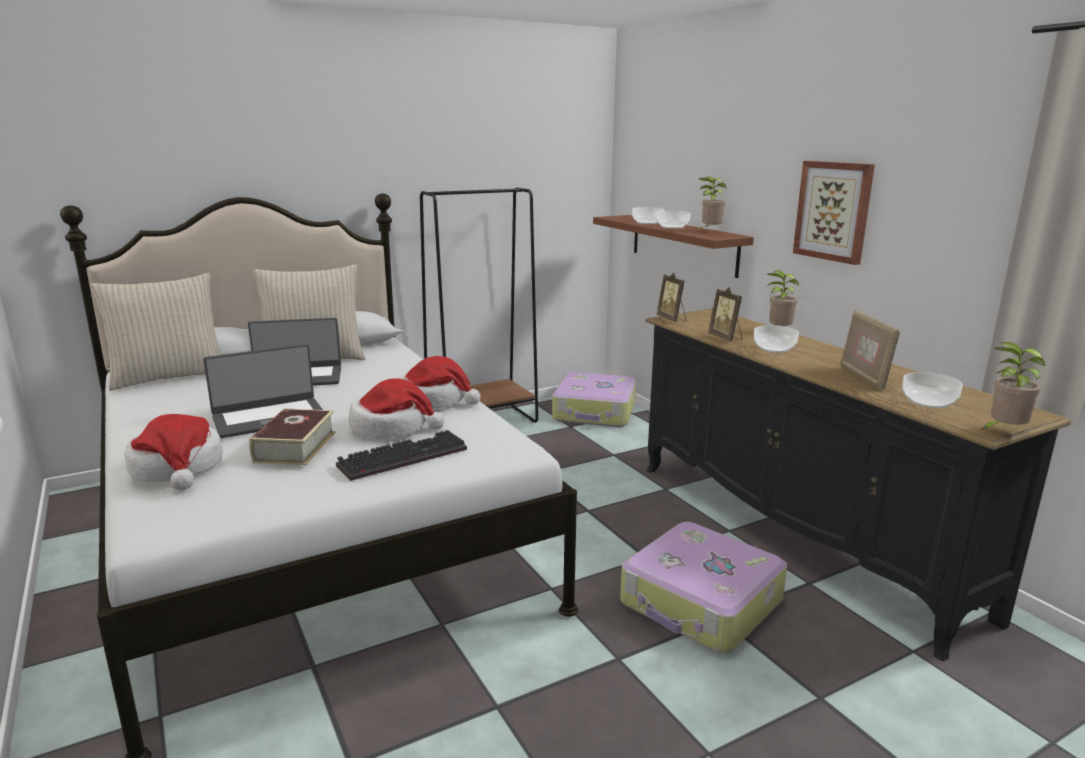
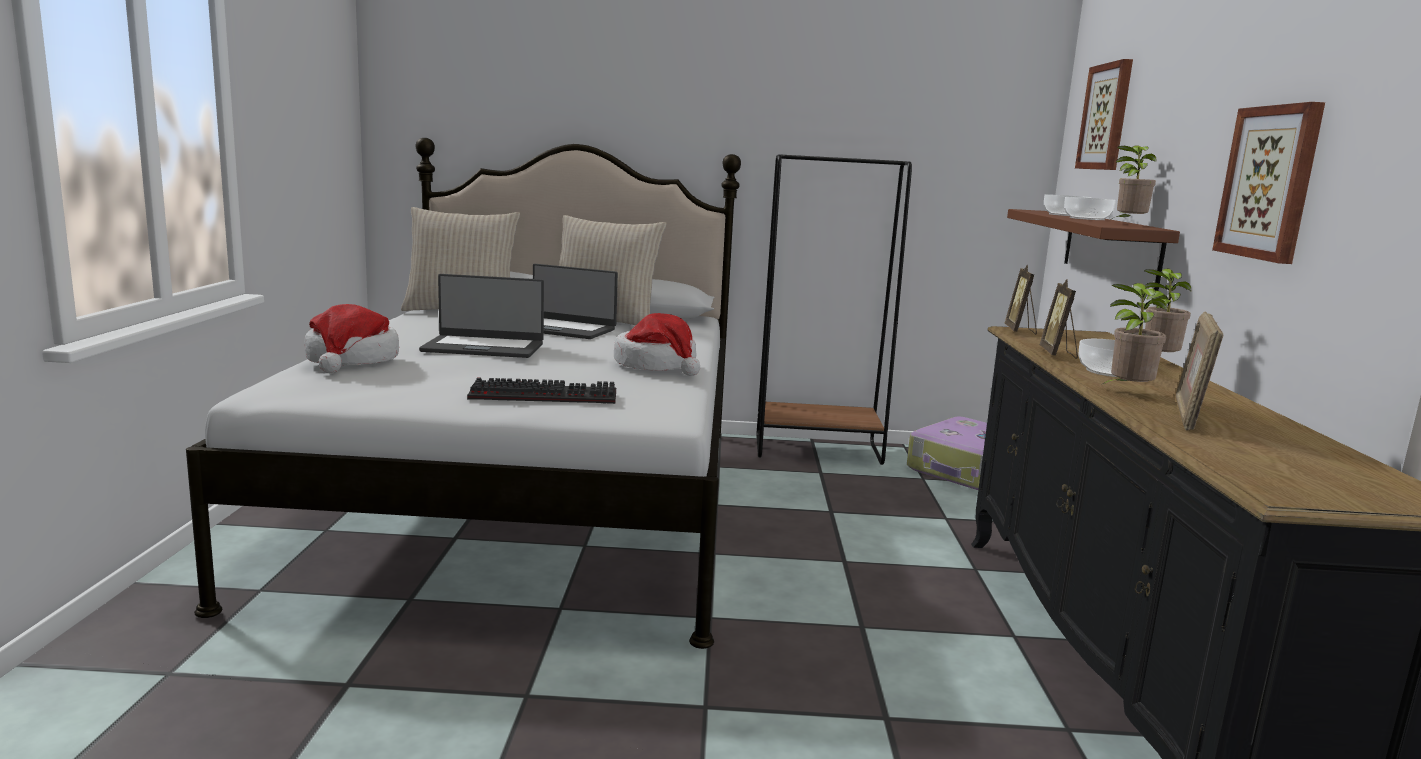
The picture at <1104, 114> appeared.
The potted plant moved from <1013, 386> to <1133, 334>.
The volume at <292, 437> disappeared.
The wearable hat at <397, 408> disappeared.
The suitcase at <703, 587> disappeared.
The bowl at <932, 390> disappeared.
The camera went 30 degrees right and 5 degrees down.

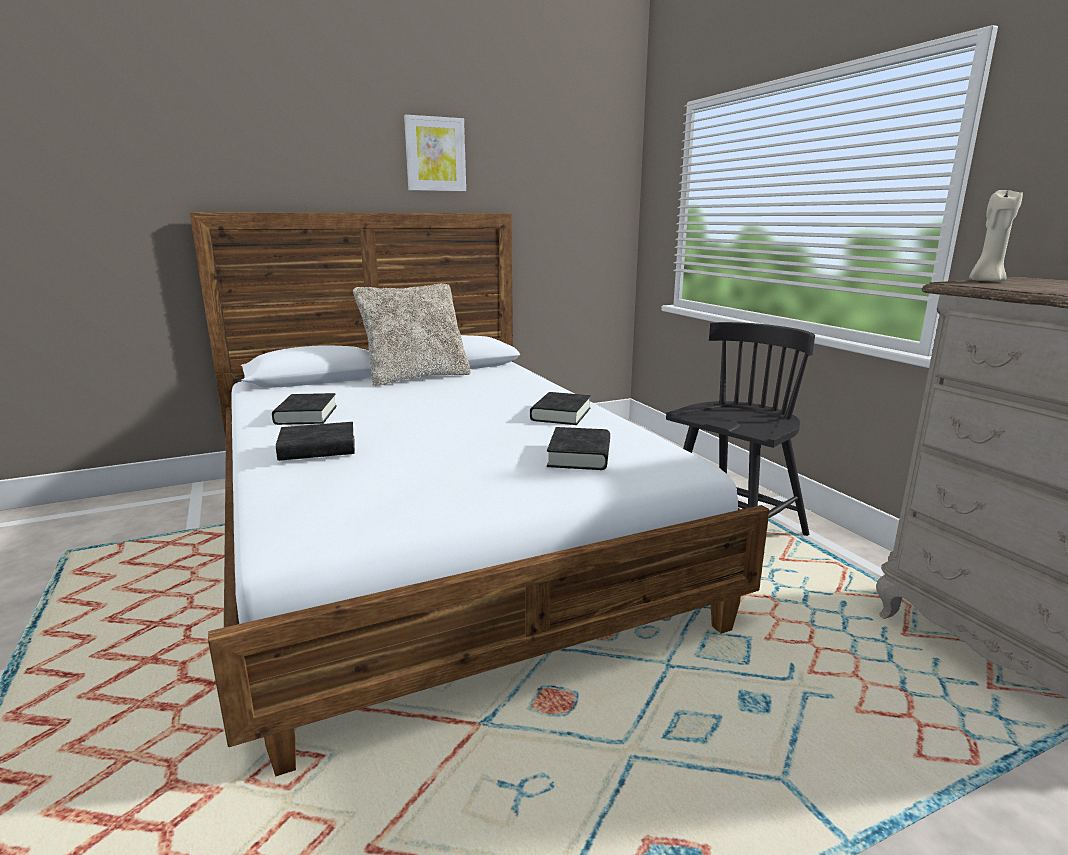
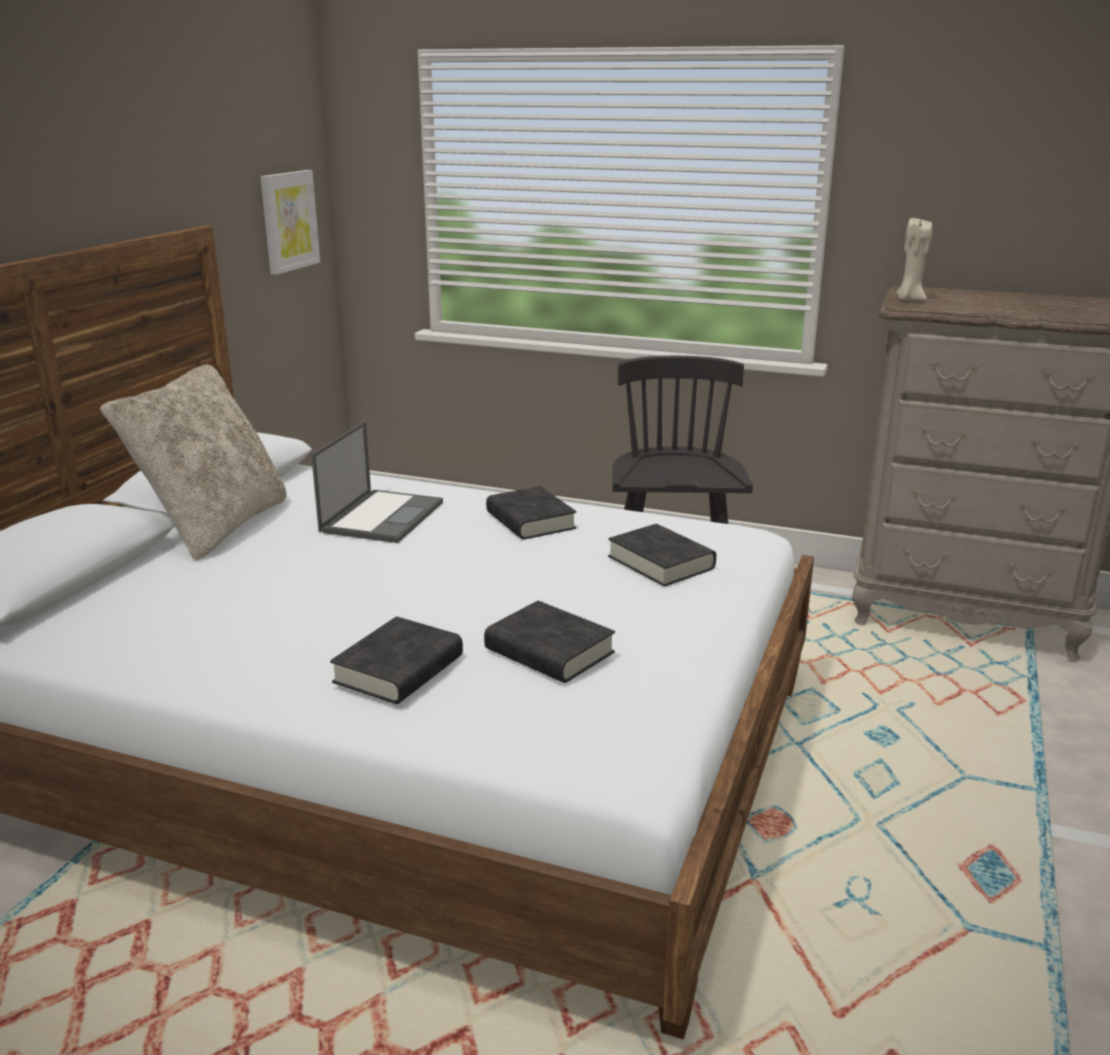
The picture moved from <435, 153> to <290, 222>.
The laptop at <377, 482> appeared.
The volume/black moved from <304, 409> to <549, 642>.
The camera went 45 degrees left and 5 degrees up.

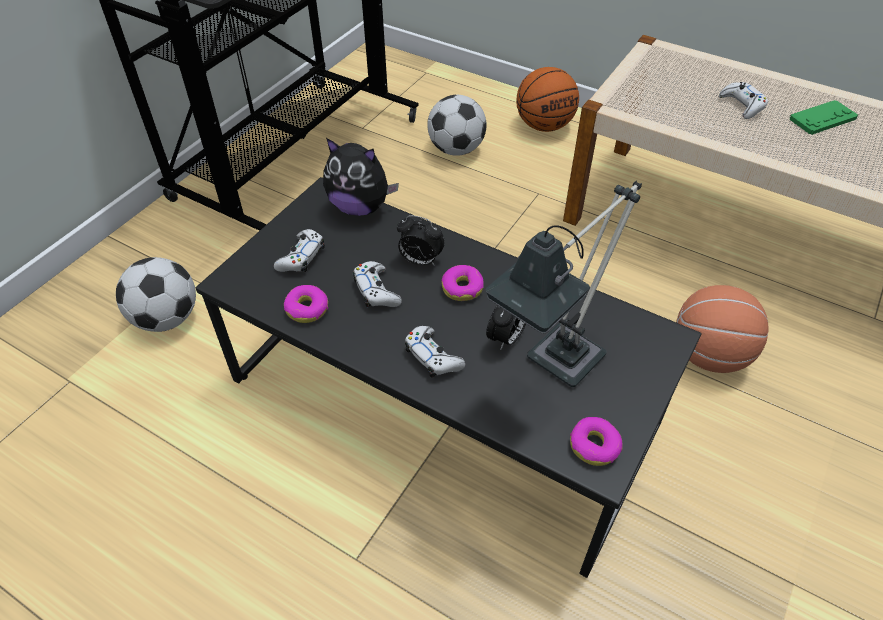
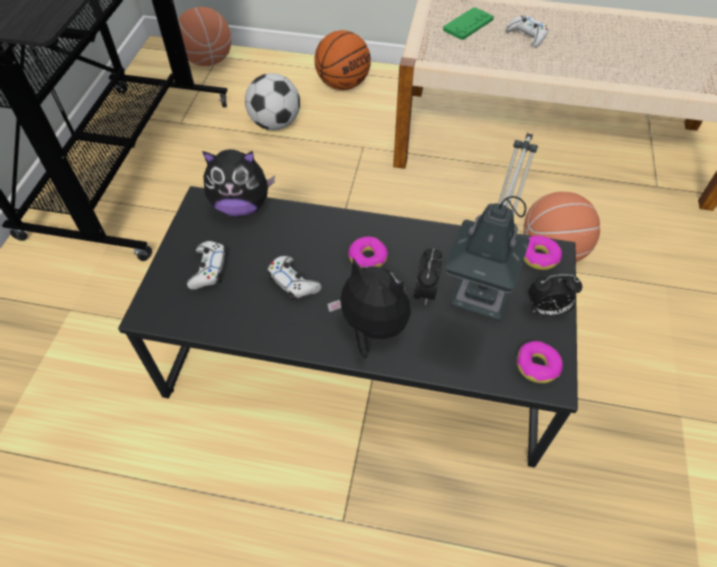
The basketball at <204, 36> appeared.
The game controller/white at <435, 352> was replaced by the cuddly toy at <369, 308>.
The game controller/green-coloured moved from <823, 117> to <468, 23>.
The donut moved from <306, 304> to <543, 252>.
The table clock moved from <421, 240> to <555, 295>.
The football ball at <156, 294> disappeared.
The camera went 20 degrees left and 5 degrees up.

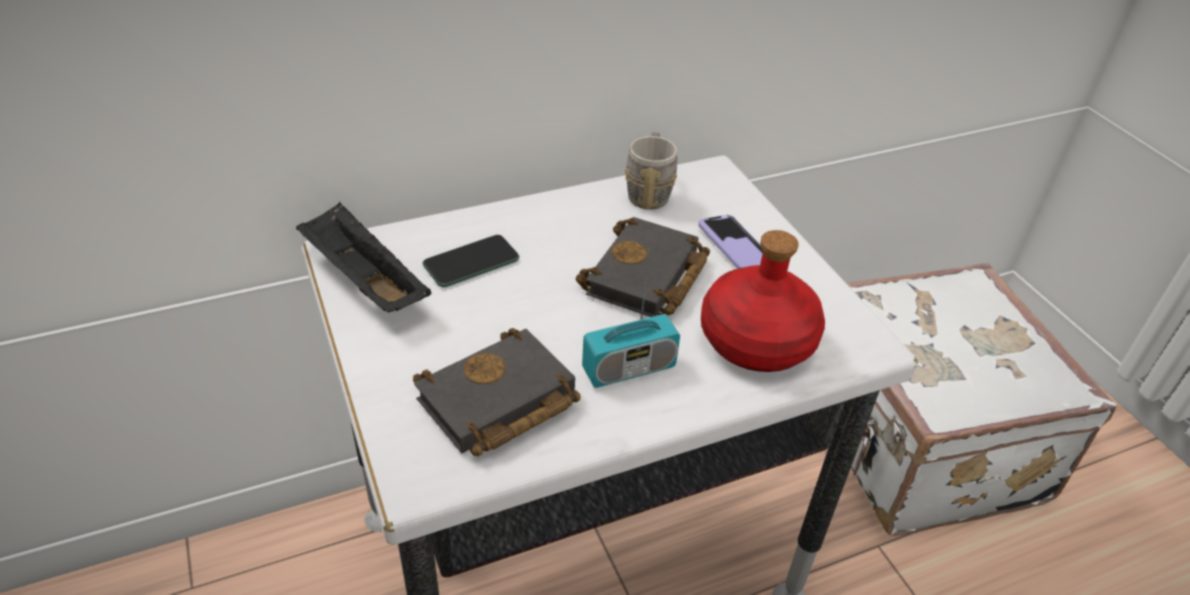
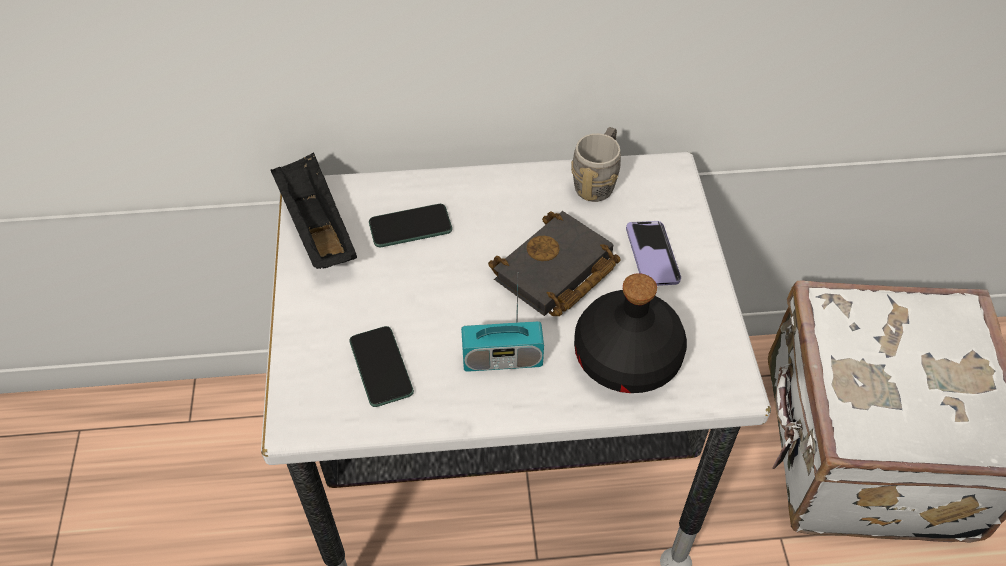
The volume/black at <497, 392> was replaced by the telephone at <381, 366>.
The drink bottle/red at <763, 301> became the drink bottle/black at <630, 333>.
The camera went 20 degrees right and 10 degrees up.

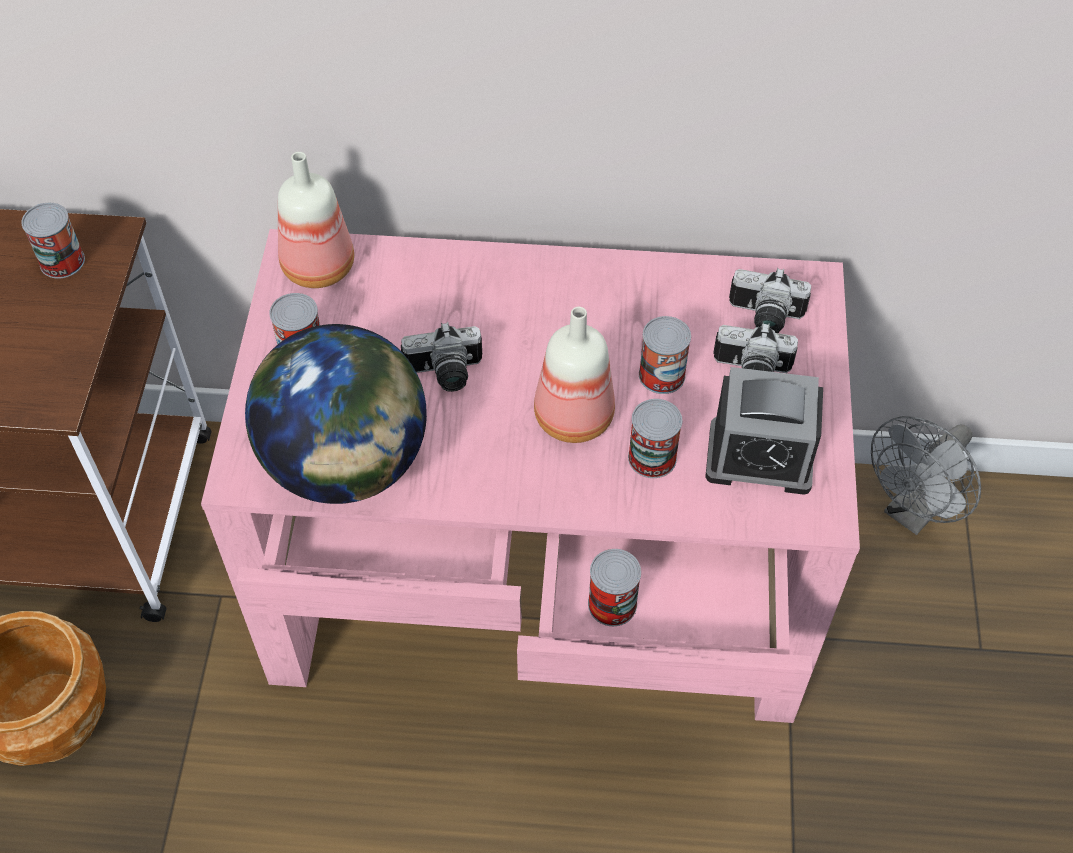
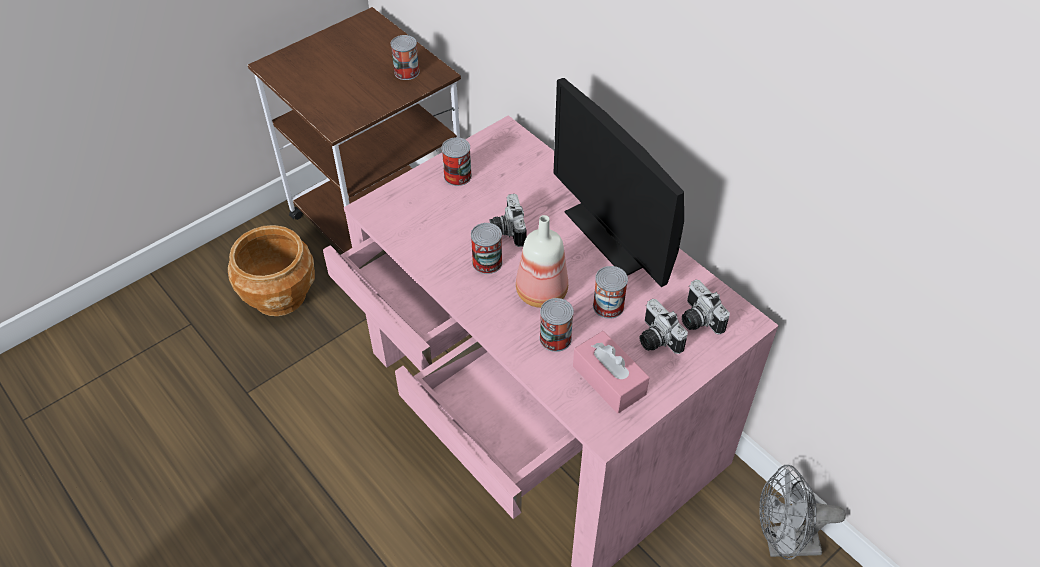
The metal can moved from <614, 587> to <487, 248>.
The photo camera at <441, 357> turned 45 degrees clockwise.
The computer screen at <618, 182> appeared.
The table clock at <764, 431> was replaced by the box of tissues/pink at <611, 372>.
The desk globe at <336, 414> disappeared.
The drink bottle at <316, 220> disappeared.
The camera went 45 degrees right and 5 degrees down.

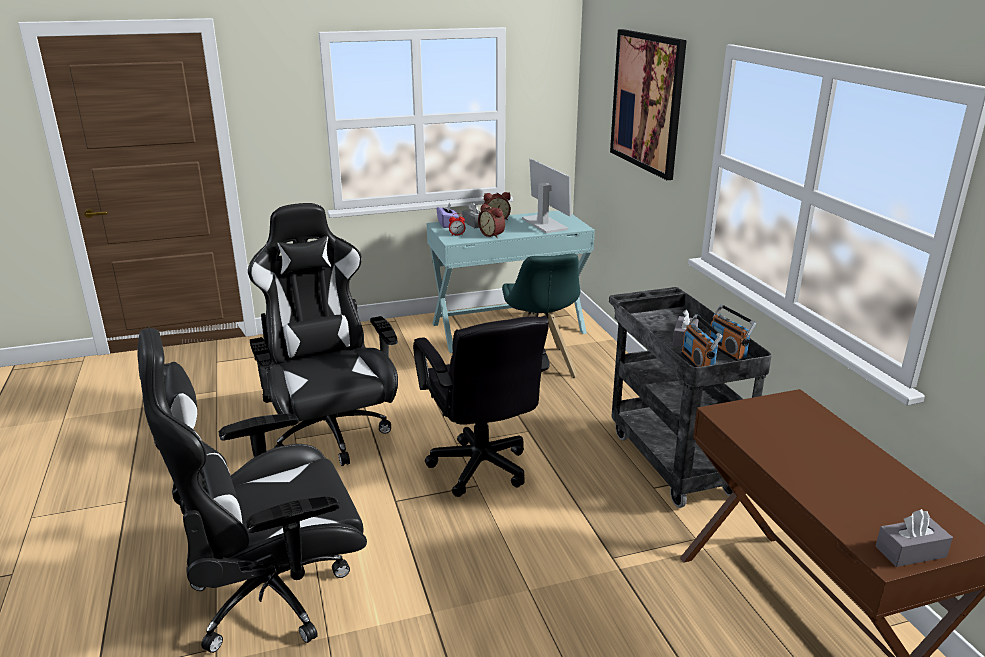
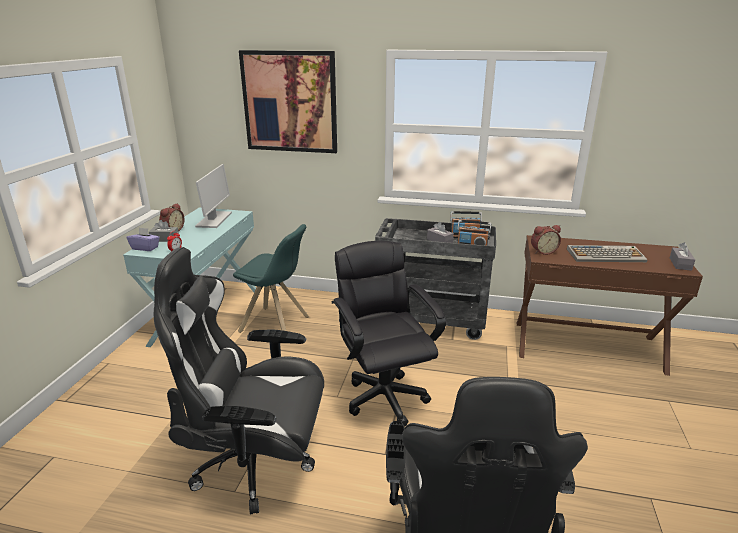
The computer screen at <547, 196> turned 90 degrees clockwise.
The office chair/black at <481, 406> turned 120 degrees counterclockwise.
The table clock moved from <491, 221> to <546, 240>.
The PC keyboard at <607, 253> appeared.
The camera went 60 degrees left and 0 degrees up.

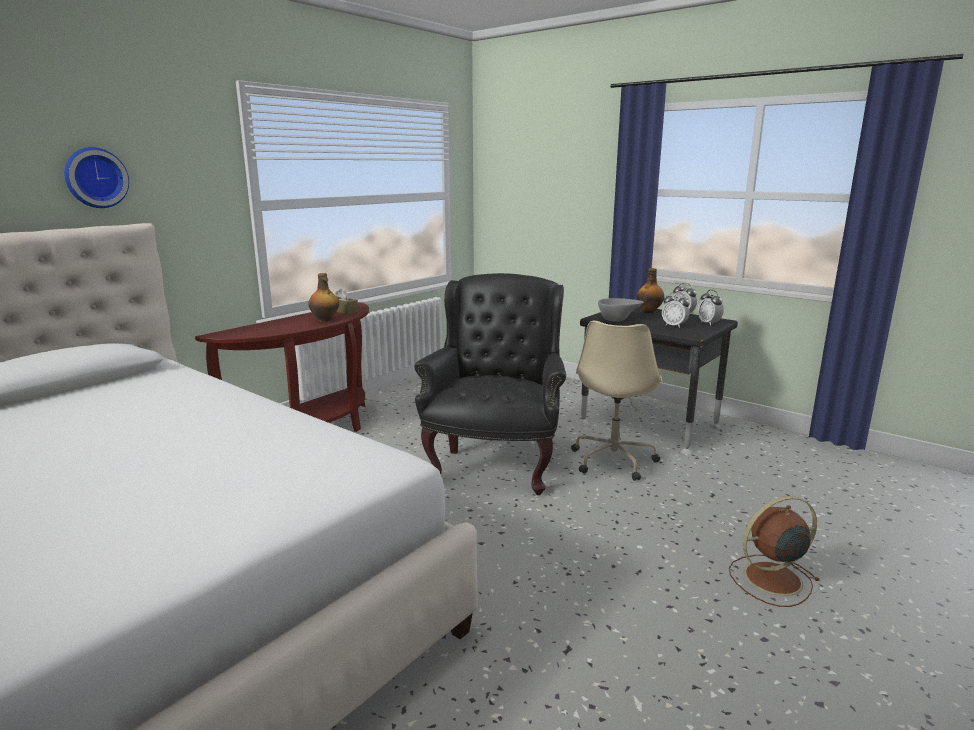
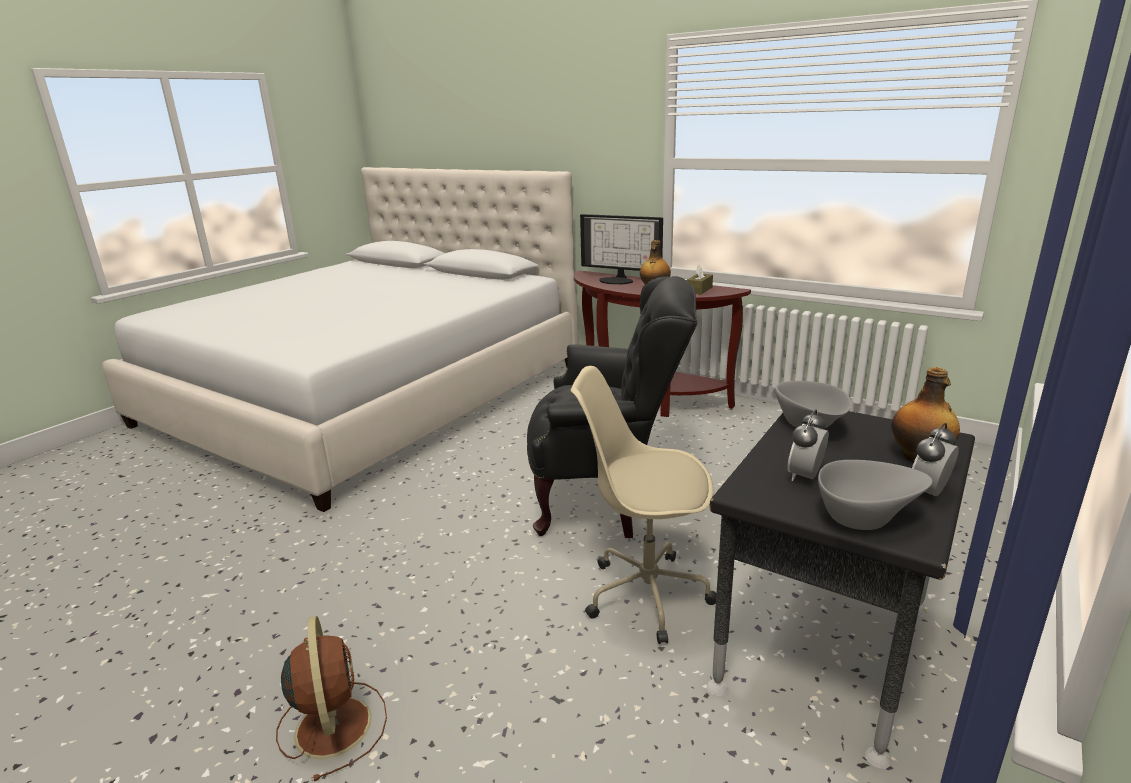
The computer screen at <621, 249> appeared.
The table clock at <711, 308> was replaced by the bowl/grey at <875, 495>.
The wall clock at <96, 177> disappeared.
The camera went 85 degrees right and 5 degrees up.

